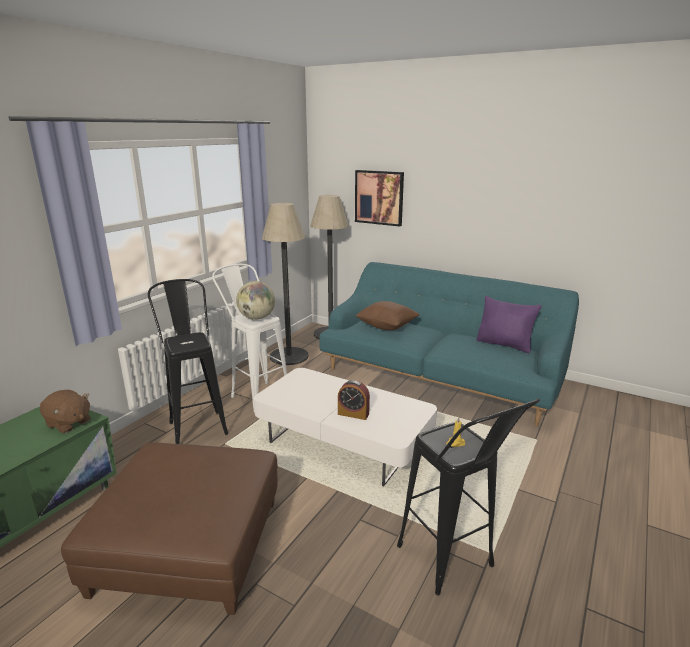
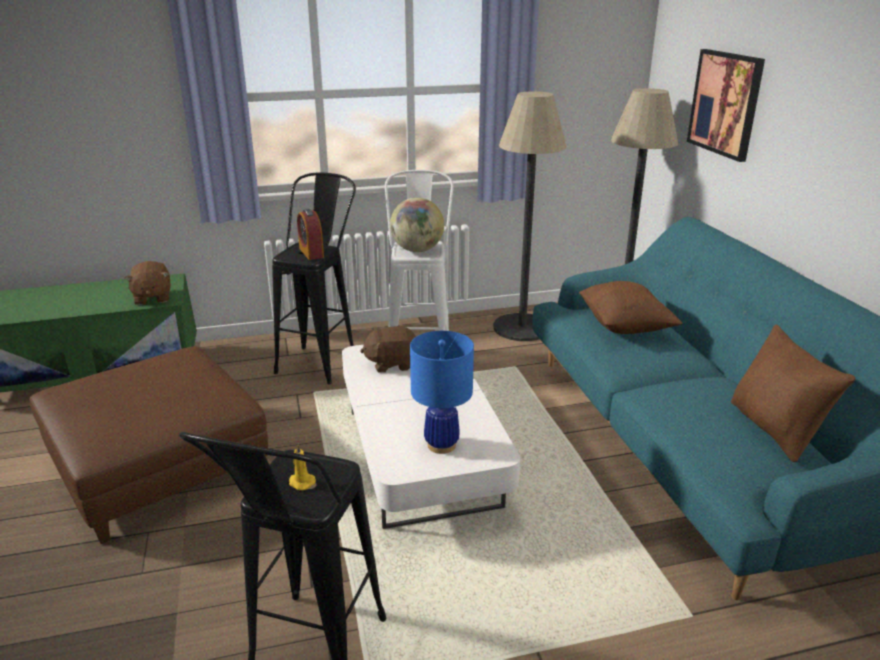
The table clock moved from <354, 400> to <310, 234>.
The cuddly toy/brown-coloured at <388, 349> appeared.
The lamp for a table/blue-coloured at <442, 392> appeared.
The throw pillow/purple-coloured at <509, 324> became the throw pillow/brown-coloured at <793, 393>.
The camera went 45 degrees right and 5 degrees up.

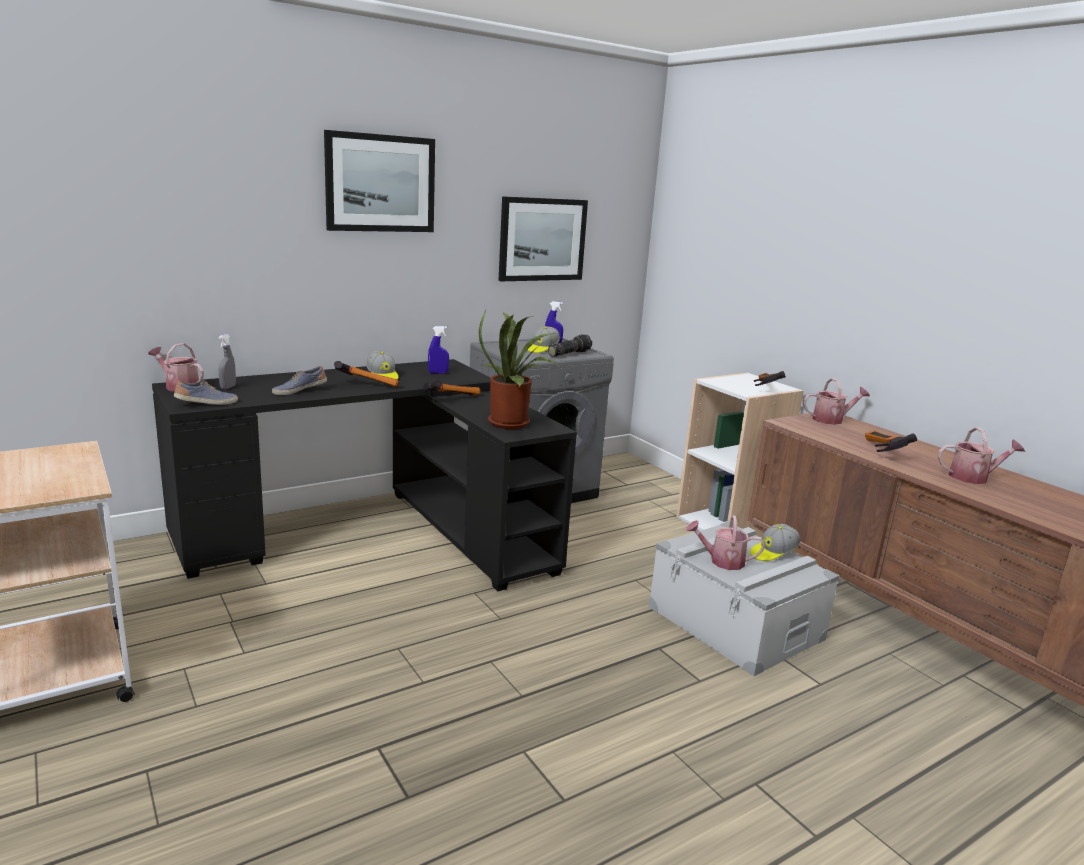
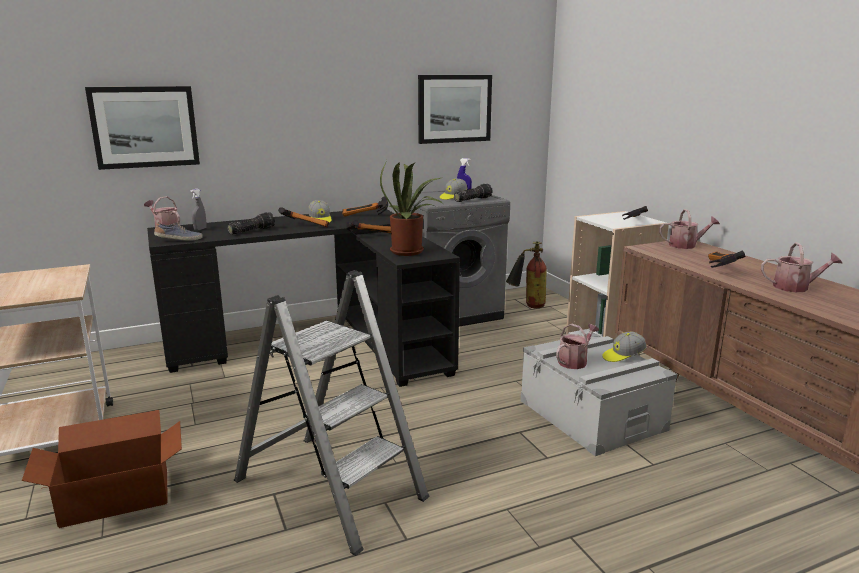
The cardboard box at <102, 469> appeared.
The picture moved from <379, 181> to <142, 128>.
The low shoe at <299, 380> was replaced by the flashlight at <251, 223>.
The stepladder/grey at <332, 413> appeared.
The spray bottle/blue-coloured at <438, 350> was replaced by the hand hammer at <365, 206>.
The fire-fighting cylinder at <526, 274> appeared.
The watering pot at <725, 542> turned 120 degrees clockwise.
The camera went 10 degrees right and 0 degrees up.

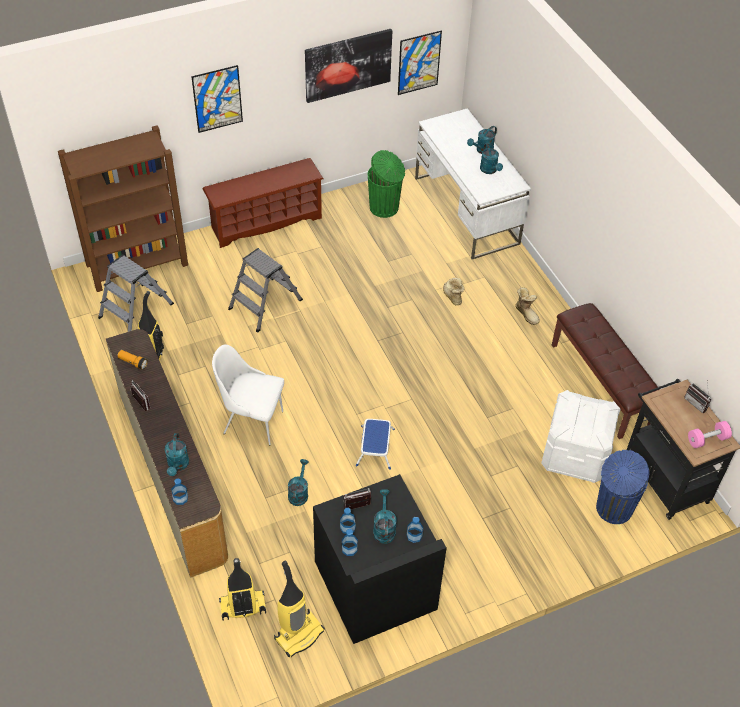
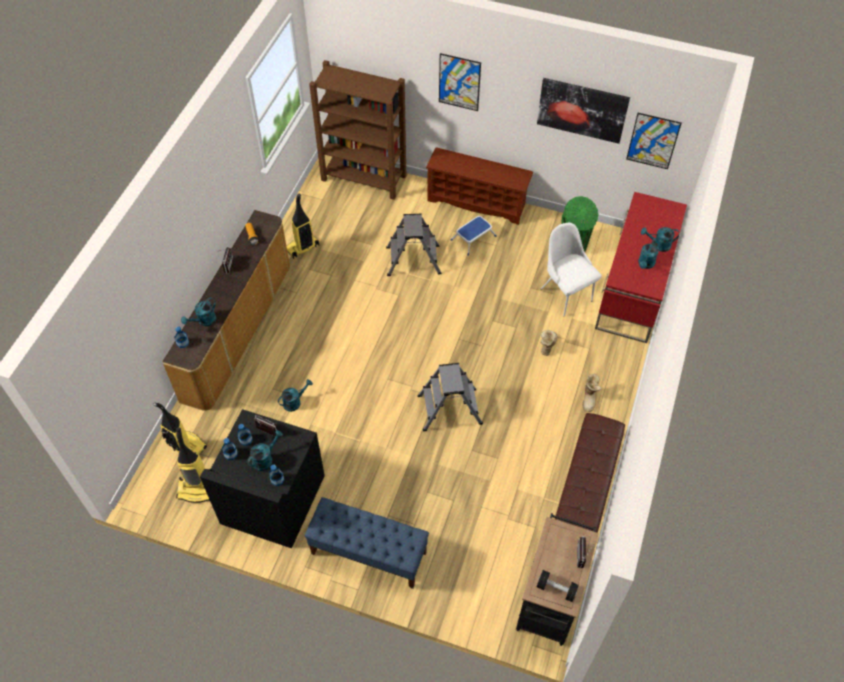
The indoor bench/blue-coloured at <366, 543> appeared.
The stepladder/grey moved from <136, 293> to <450, 397>.
The stepladder/blue-coloured moved from <375, 444> to <473, 235>.
The free weight/pink at <710, 434> became the free weight/black at <558, 586>.
The chair/white moved from <248, 394> to <571, 269>.
The desk/white at <473, 183> became the desk/red at <641, 267>.
The storage box/white at <581, 436> disappeared.
The rubbish bin/blue-coloured at <622, 487> disappeared.
The camera went 45 degrees right and 5 degrees up.

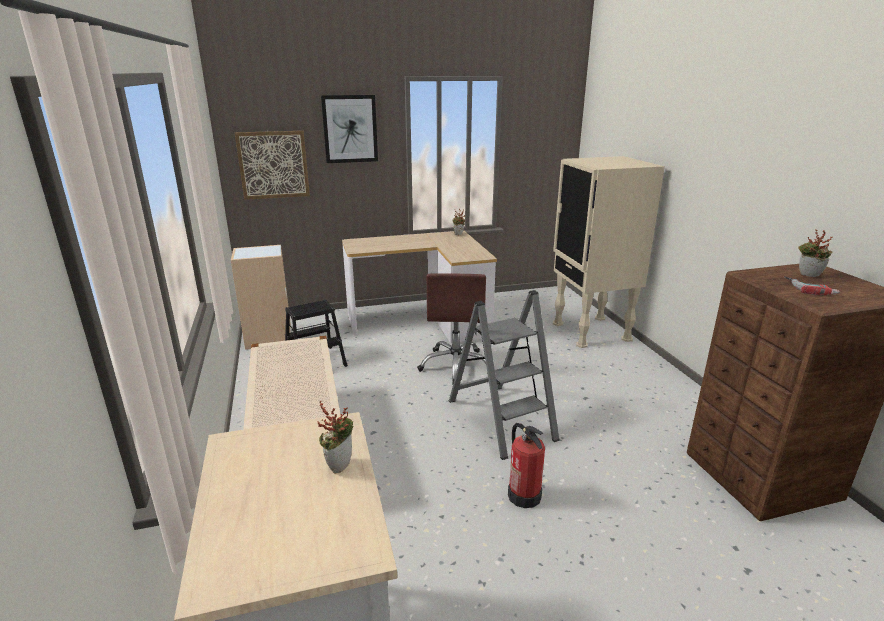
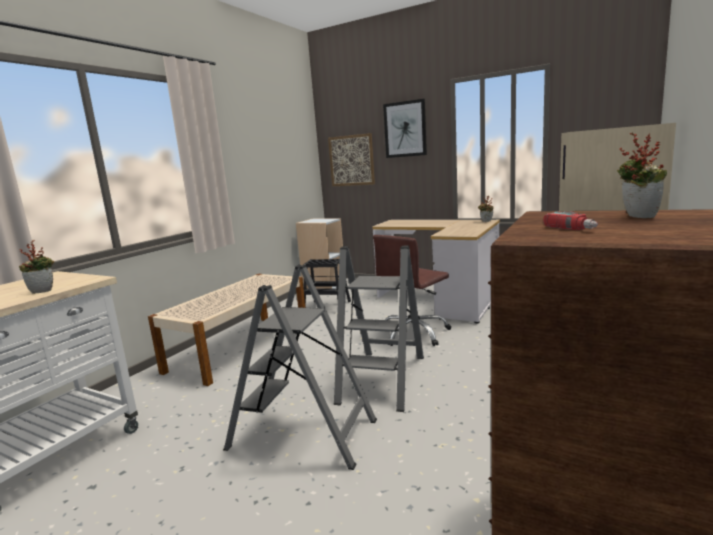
The fire-fighting cylinder at <526, 465> was replaced by the stepladder/grey at <300, 367>.
The camera went 45 degrees right and 10 degrees down.

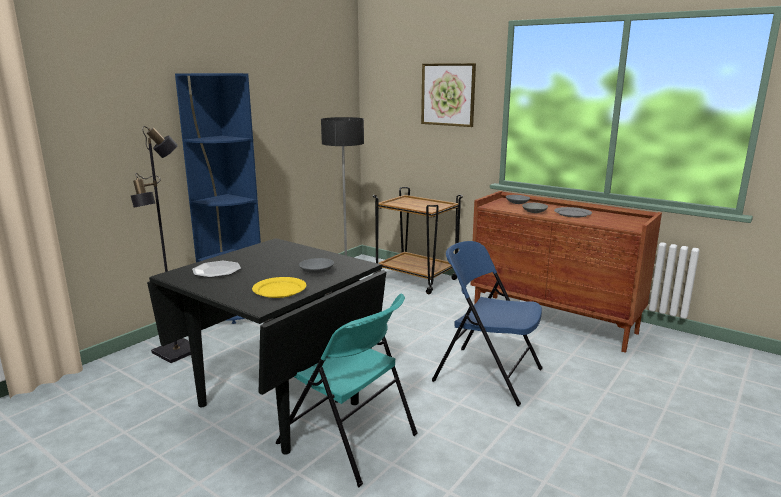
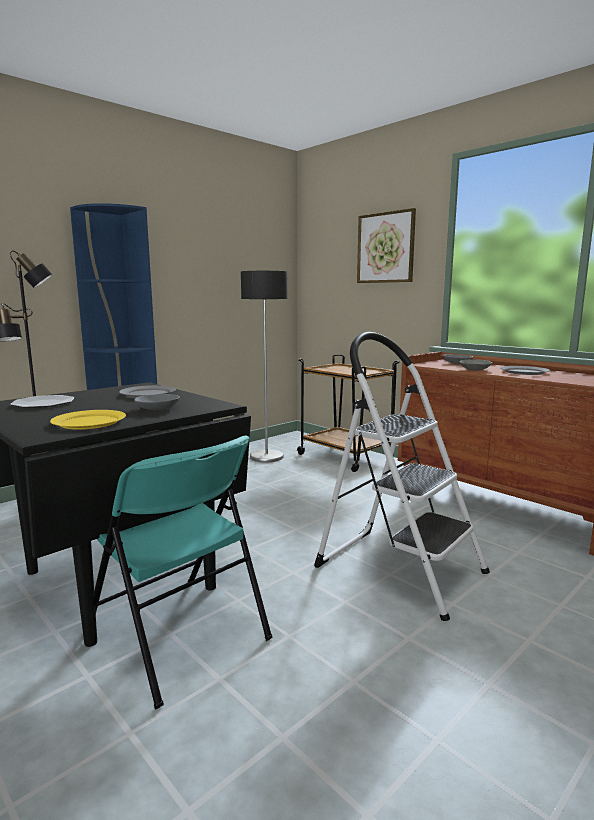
The flat dish/grey at <147, 391> appeared.
The chair/blue-coloured at <487, 324> was replaced by the stepladder at <402, 476>.
The camera went 10 degrees right and 5 degrees down.

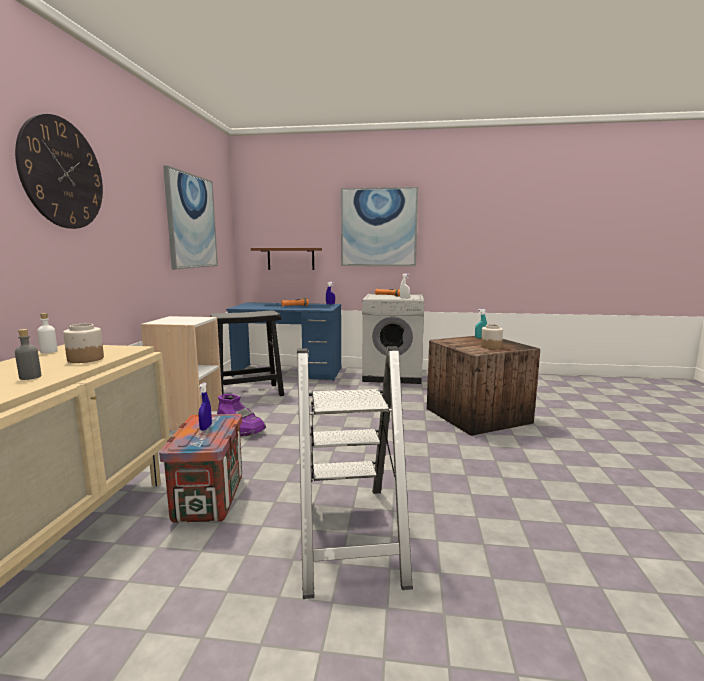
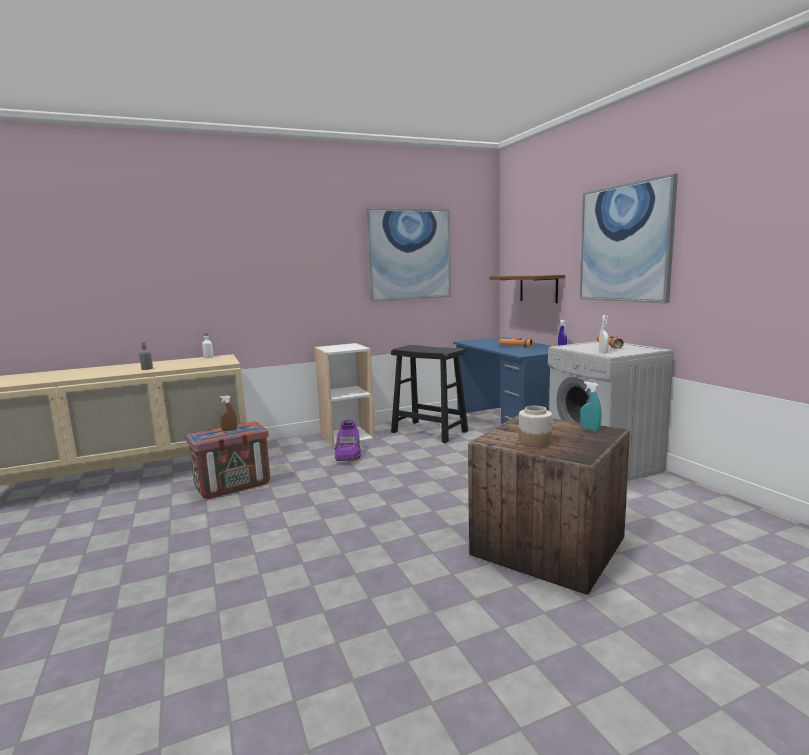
The spray bottle/blue-coloured at <205, 406> became the spray bottle/brown-coloured at <228, 413>.
The wall clock at <59, 171> disappeared.
The jar at <83, 343> disappeared.
The stepladder/grey at <355, 472> disappeared.
The camera went 60 degrees right and 0 degrees up.

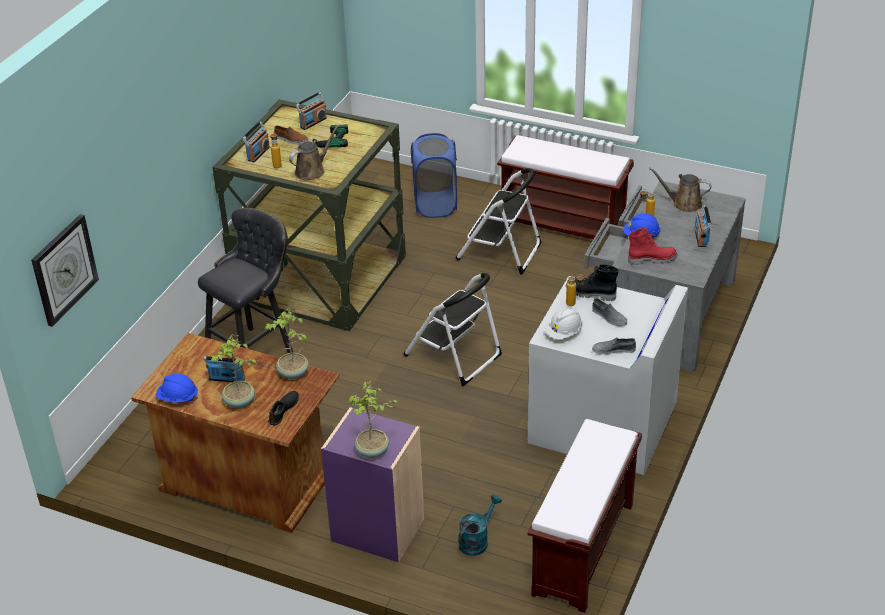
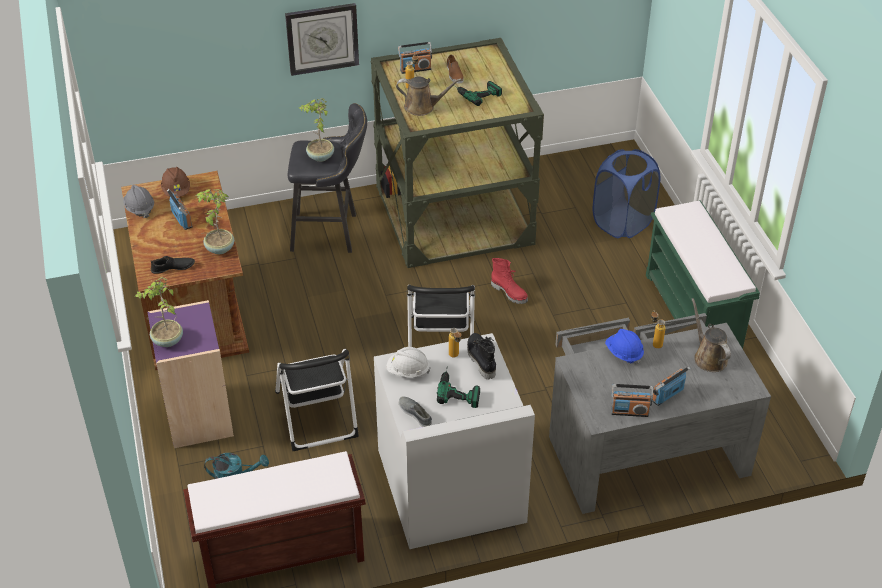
The safety helmet/blue-coloured at <177, 387> became the safety helmet/grey at <138, 201>.
The safety helmet/brown-coloured at <175, 182> appeared.
The stepladder moved from <498, 221> to <317, 400>.
The wall clock moved from <65, 270> to <322, 39>.
The potted plant moved from <234, 371> to <316, 130>.
The low shoe/grey at <609, 312> was replaced by the drill at <458, 388>.
The tall boot/red moved from <652, 246> to <509, 281>.
The radio moved from <311, 111> to <632, 400>.
The indoor bench/brown-coloured at <565, 187> became the indoor bench/green-coloured at <703, 275>.
The camera went 50 degrees right and 5 degrees up.

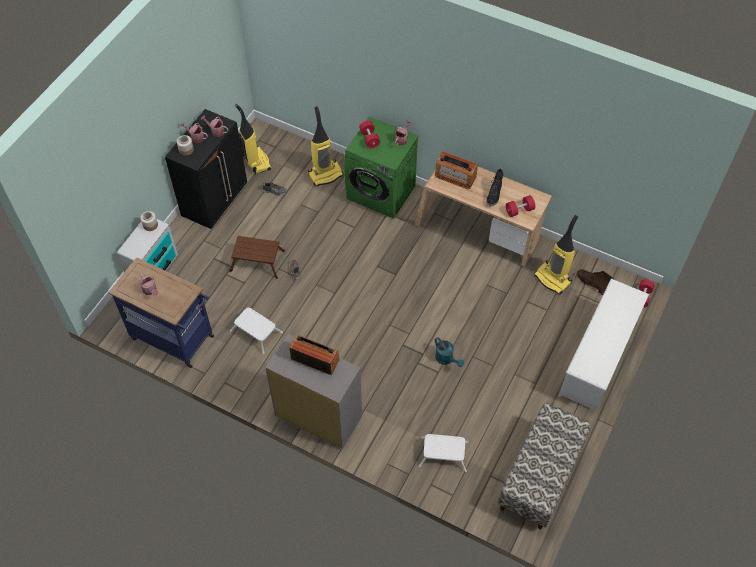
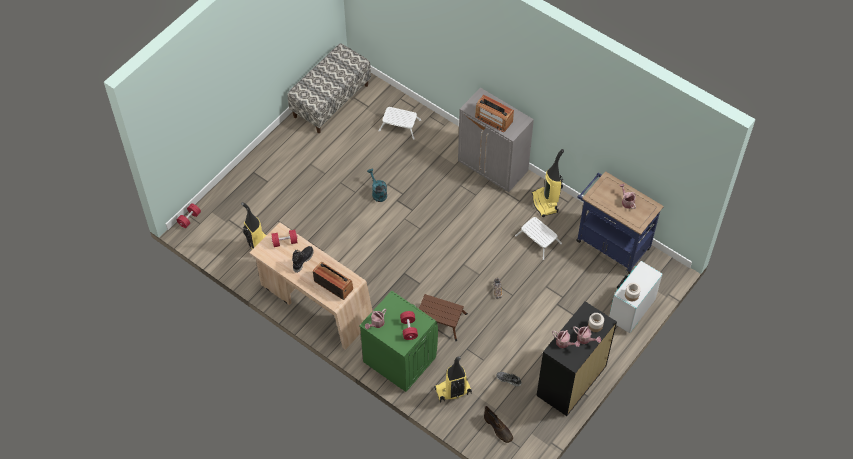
The stepladder/brown-coloured moved from <257, 257> to <443, 317>.
The tall boot/brown-coloured moved from <595, 282> to <498, 424>.
The hoover moved from <253, 139> to <548, 183>.
The shoe rack/white at <604, 345> disappeared.
The camera went 170 degrees left and 0 degrees up.

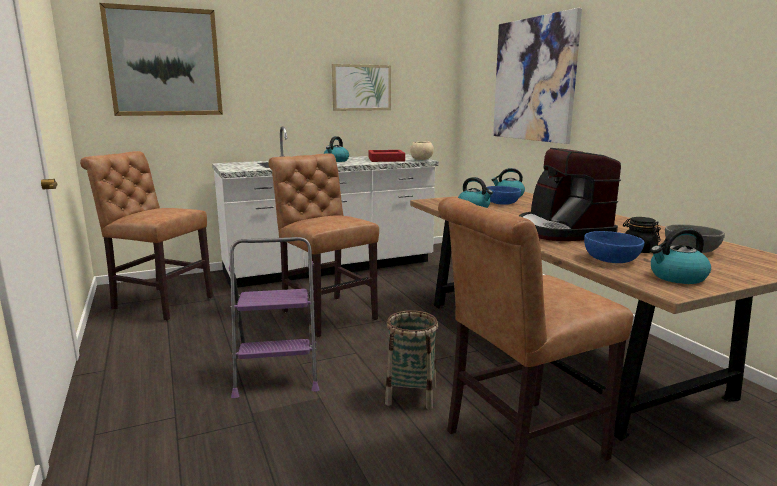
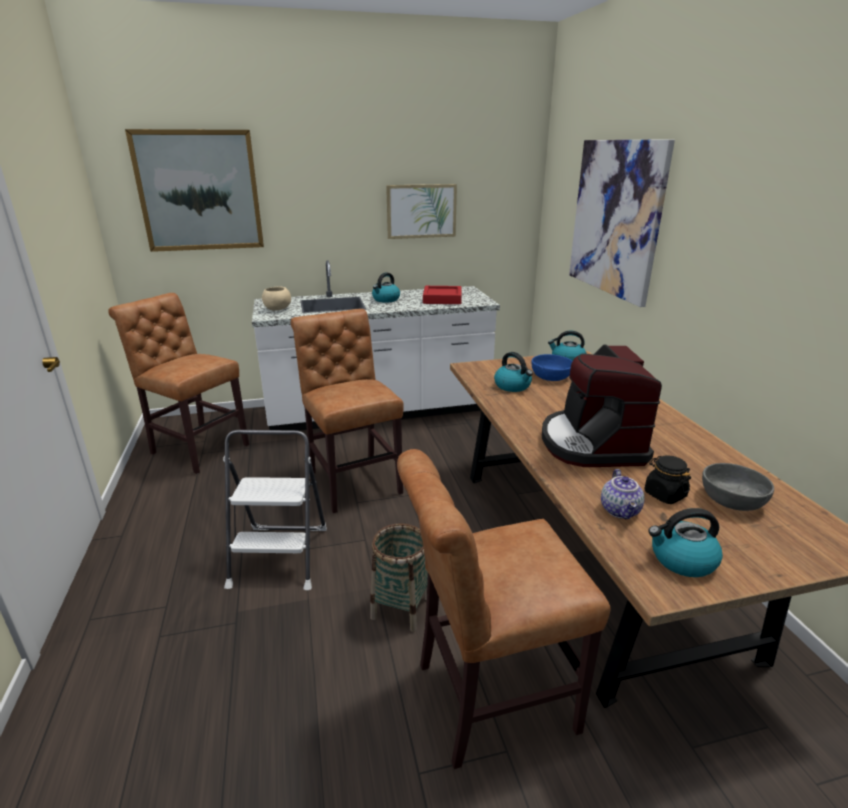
The stepladder/purple-coloured at <274, 317> became the stepladder/white at <275, 510>.
The bowl/sand-coloured moved from <422, 150> to <276, 298>.
The bowl/blue-coloured at <614, 247> was replaced by the tea pot at <622, 494>.
The camera went 10 degrees right and 10 degrees up.

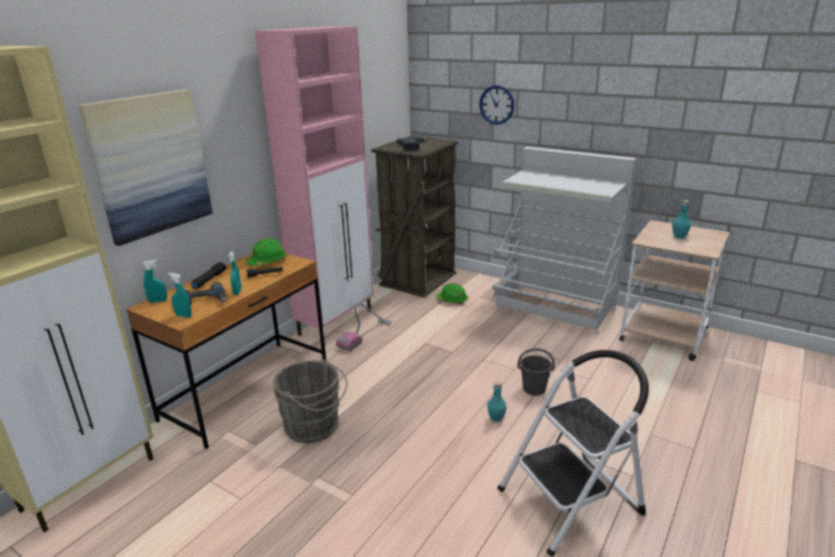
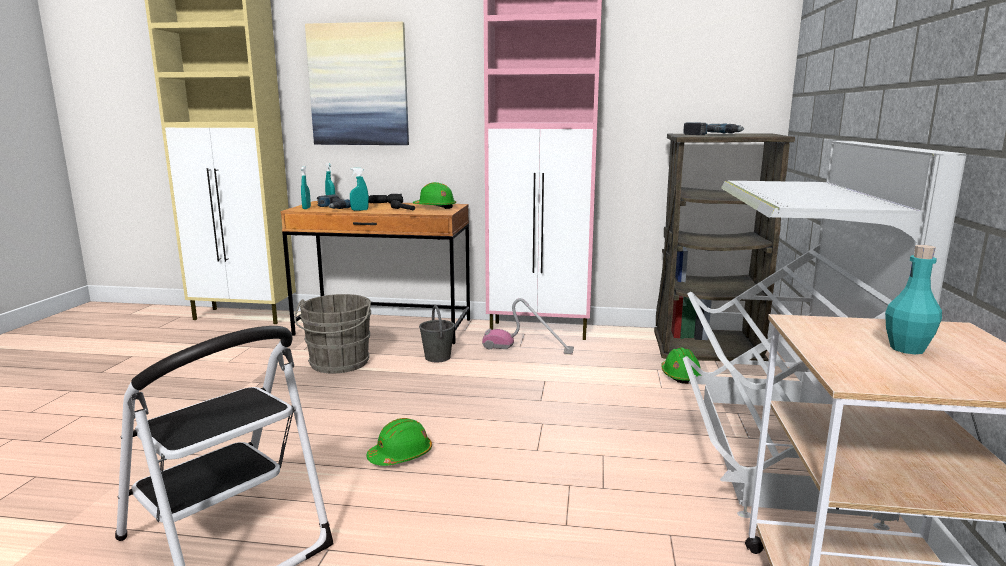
The drink bottle/turquoise at <497, 401> was replaced by the safety helmet/green-coloured at <399, 442>.
The pail/grey moved from <536, 371> to <437, 333>.
The wall clock at <496, 105> disappeared.
The camera went 65 degrees right and 10 degrees down.

